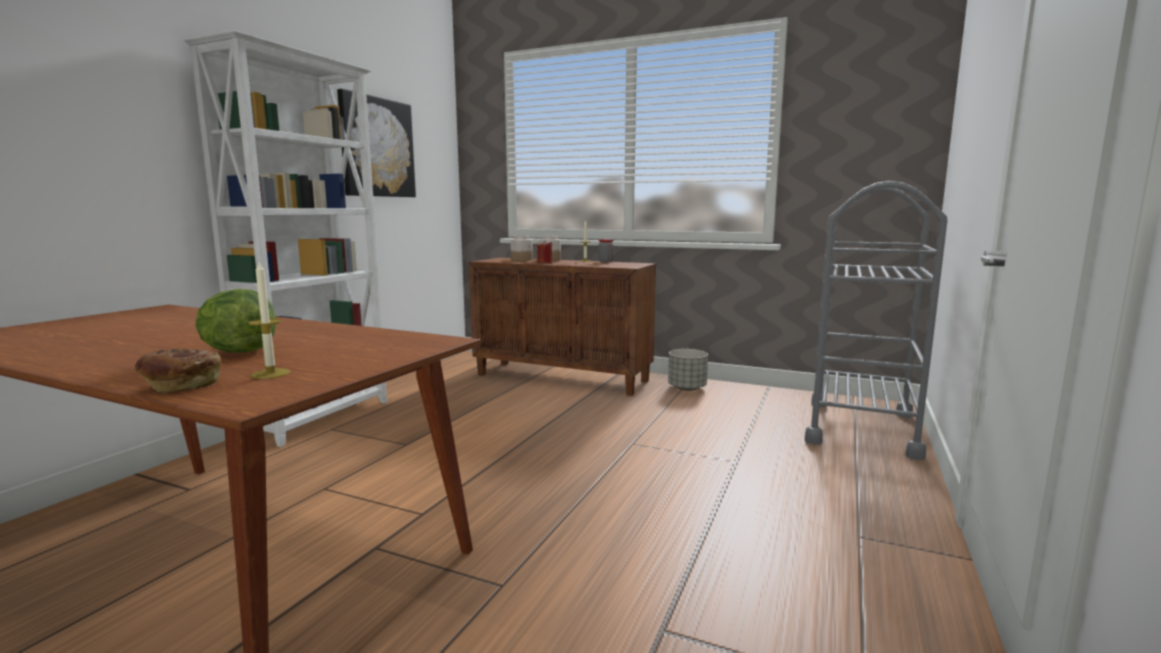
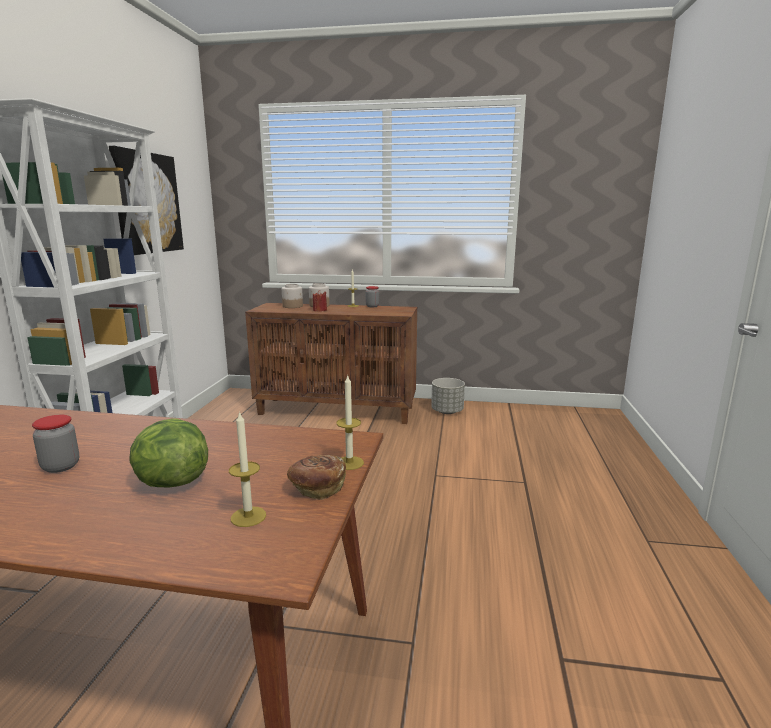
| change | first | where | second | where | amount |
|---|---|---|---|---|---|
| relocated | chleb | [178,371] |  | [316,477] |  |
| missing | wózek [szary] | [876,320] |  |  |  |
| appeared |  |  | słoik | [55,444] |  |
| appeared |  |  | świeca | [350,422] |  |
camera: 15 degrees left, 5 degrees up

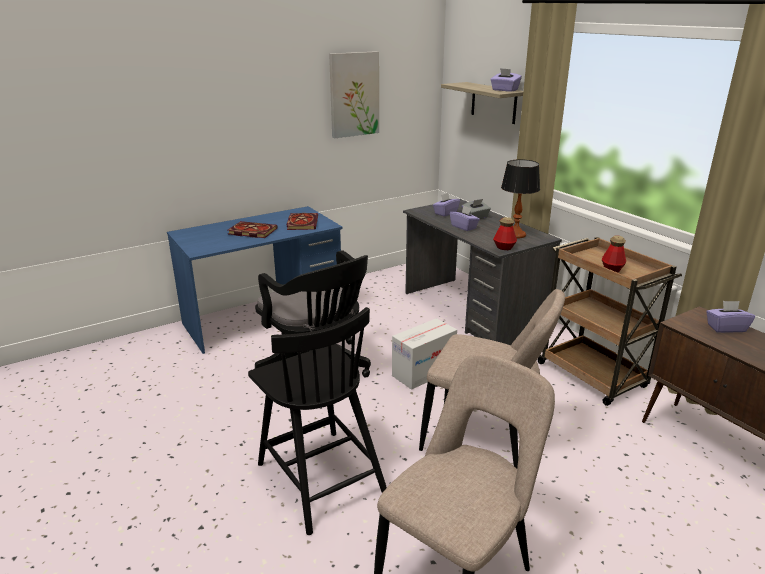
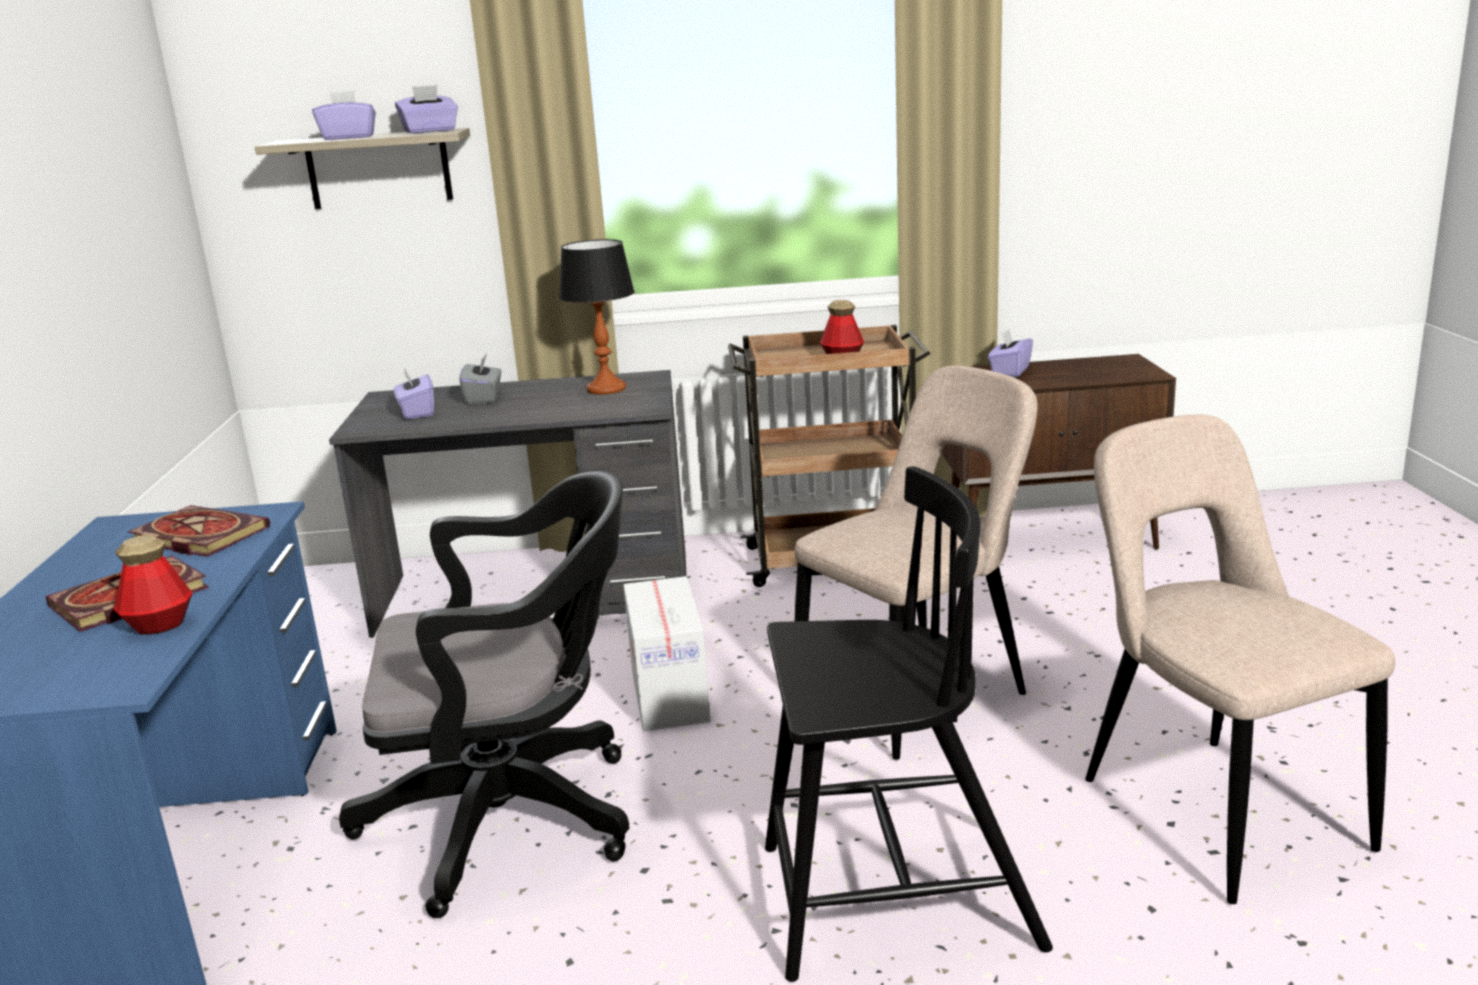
| change | first | where | second | where | amount |
|---|---|---|---|---|---|
| missing | obraz | [354,95] |  |  |  |
| relocated | pudełko chusteczek [fioletowy] | [465,218] |  | [344,115] |  |
| relocated | butelka | [505,233] |  | [153,585] |  |
camera: 60 degrees left, 5 degrees down

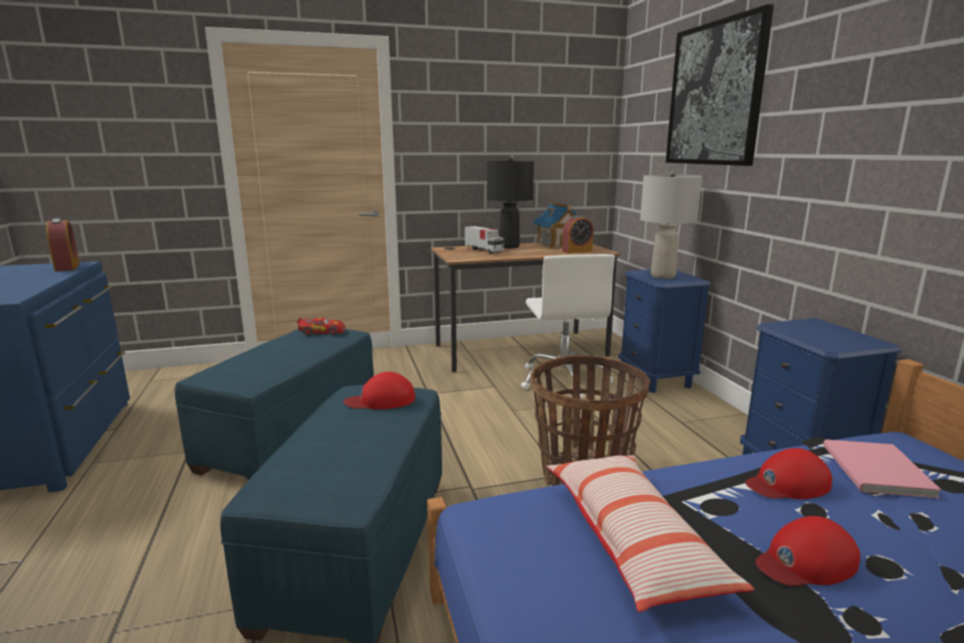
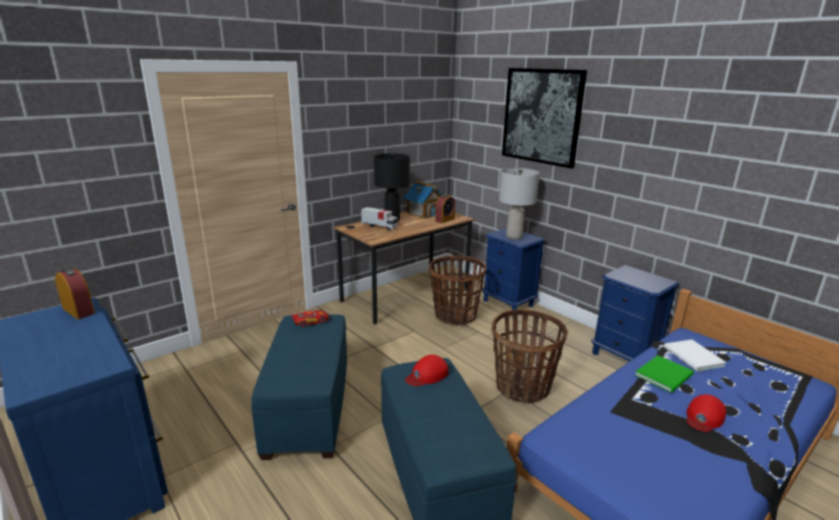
| change | first | where | second | where | amount |
|---|---|---|---|---|---|
| exchanged | krzesło biurowe [biały] | [568,326] | koszyk | [457,290] |  |
| missing | poduszka | [650,533] |  |  |  |
| exchanged | czapka z daszkiem [czerwony] | [788,473] | książka [zielony] | [664,374] |  |
| colour | książka [różowy] | [882,468] | książka [biały] | [694,355] |  |
camera: 25 degrees left, 5 degrees up

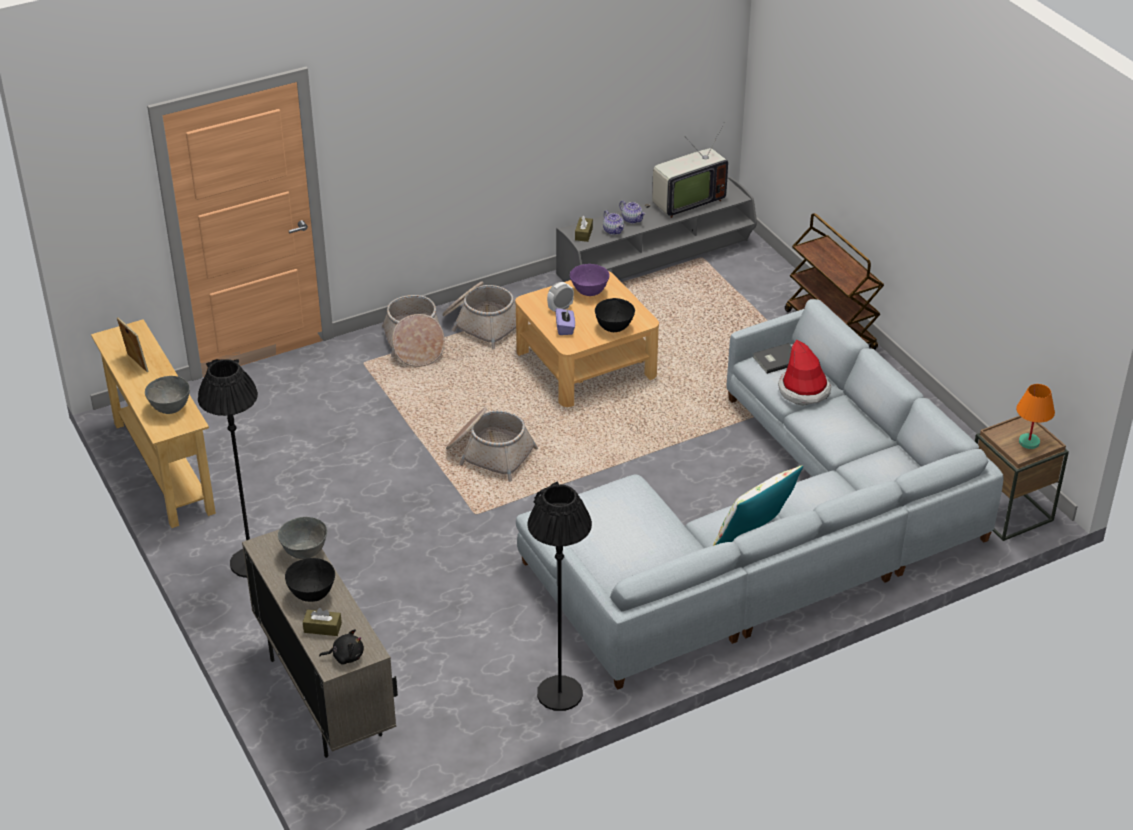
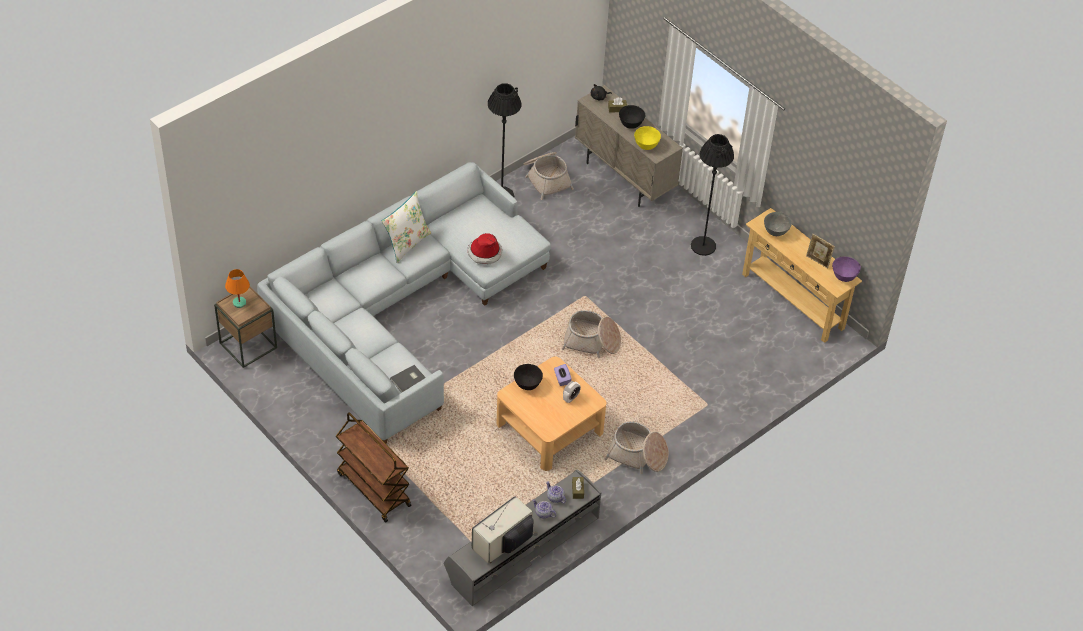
| change | first | where | second | where | amount |
|---|---|---|---|---|---|
| colour | miska [szary] | [302,538] | miska [żółty] | [647,138] |  |
| relocated | koszyk | [413,331] |  | [549,176] |  |
| relocated | miska [fioletowy] | [590,280] |  | [846,269] |  |
| relocated | kapelusz | [804,373] |  | [485,248] |  |
camera: 165 degrees right, 10 degrees up

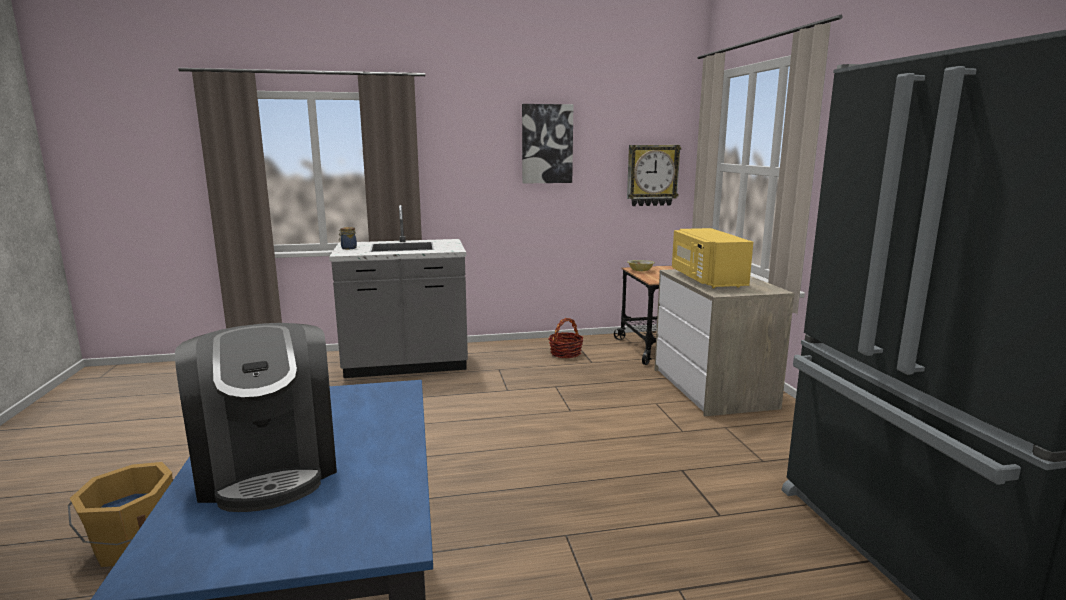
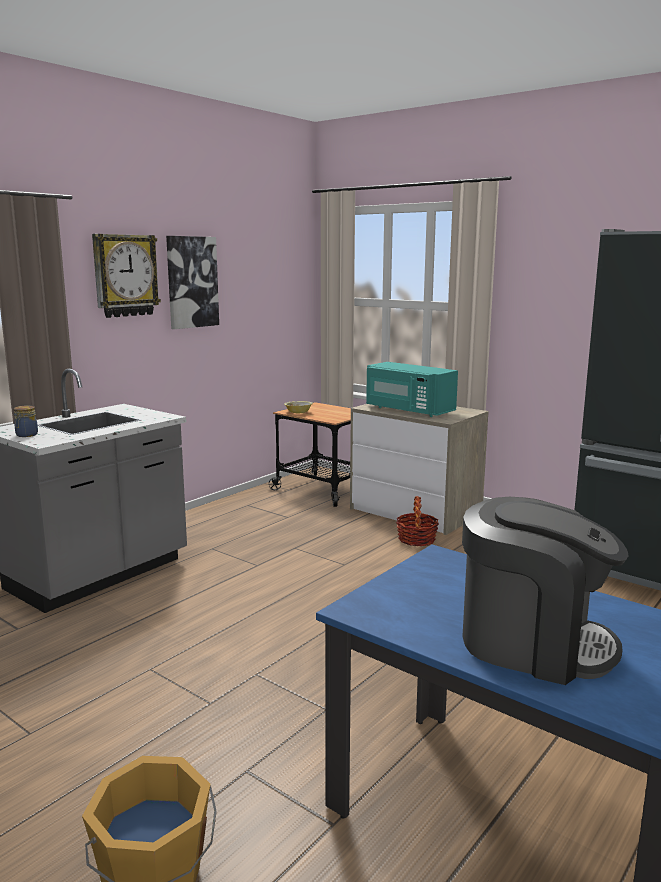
| change | first | where | second | where | amount |
|---|---|---|---|---|---|
| relocated | koszyk | [566,338] |  | [417,521] |  |
| relocated | zegar ścienny | [654,175] |  | [126,276] |  |
| colour | mikrofalówka [żółty] | [712,258] | mikrofalówka [turkusowy] | [412,389] |  |
camera: 40 degrees left, 0 degrees up

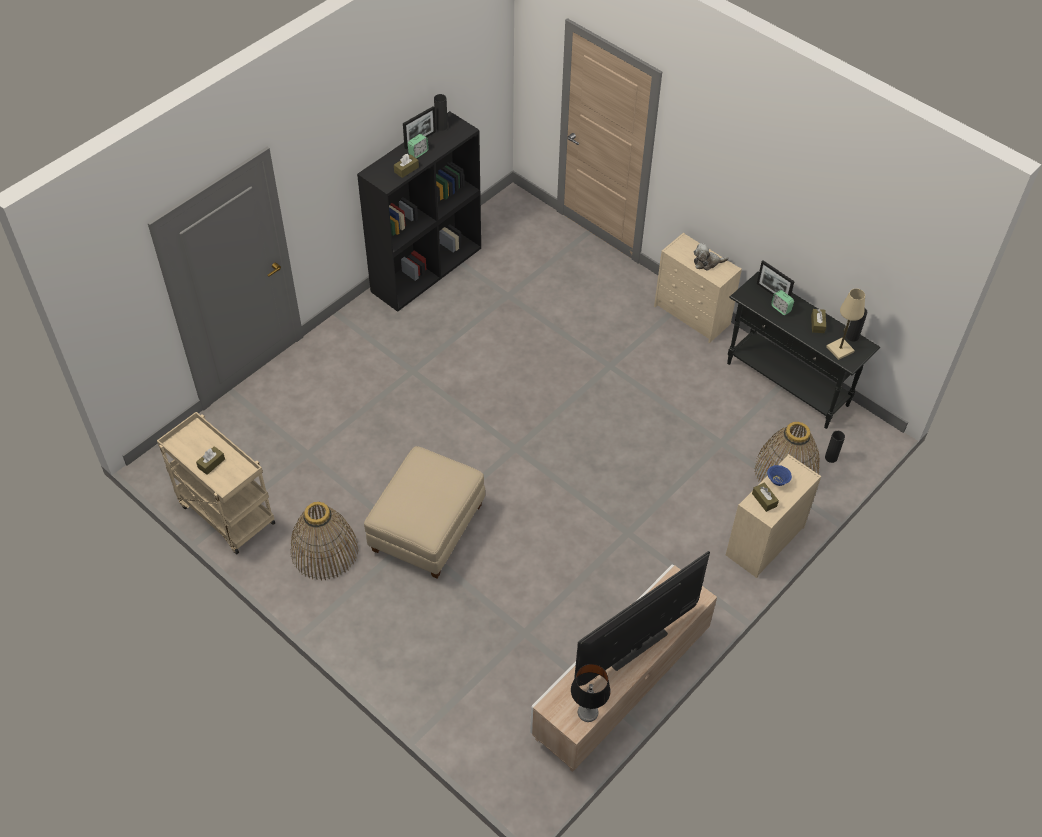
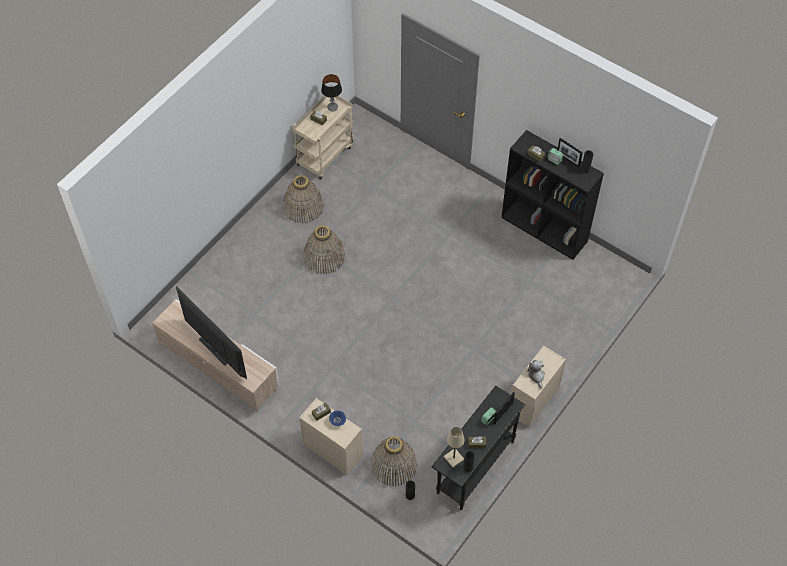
| change | first | where | second | where | amount |
|---|---|---|---|---|---|
| exchanged | pufa [beżowy] | [425,512] | koszyk | [324,249] |  |
| relocated | lampa stołowa | [591,693] |  | [331,92] |  |
camera: 85 degrees right, 5 degrees up

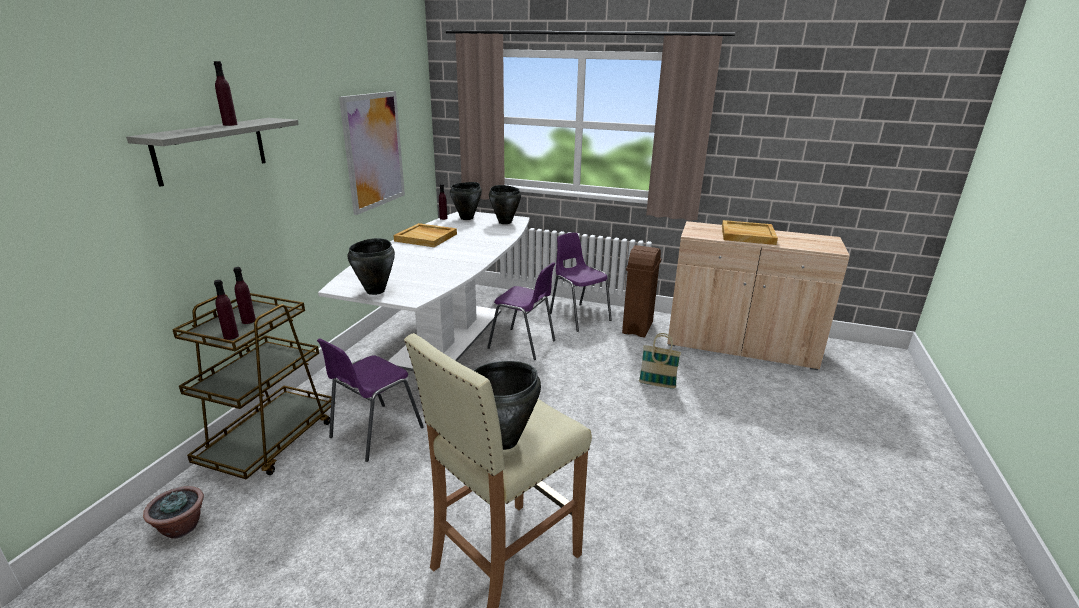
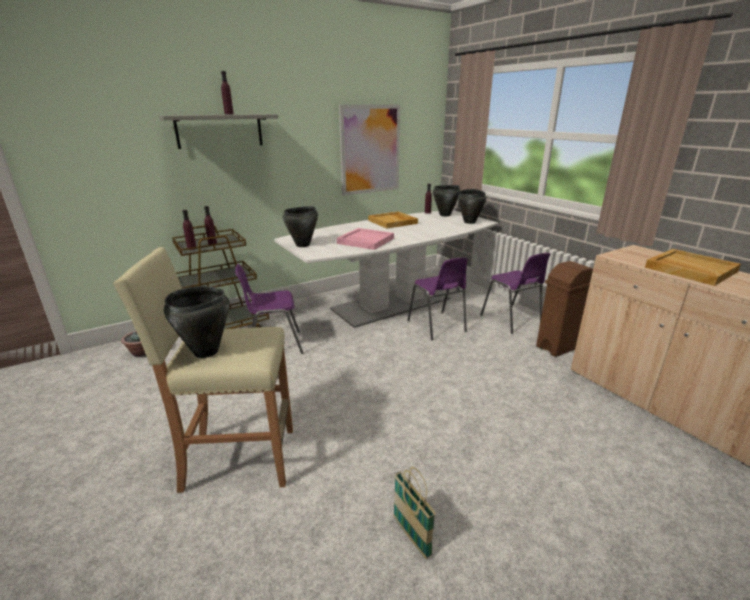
| change | first | where | second | where | amount |
|---|---|---|---|---|---|
| spun | krzesło [fioletowy] | [581,282] |  | [515,293] | 150 degrees clockwise |
| relocated | koszyk | [660,361] |  | [414,513] |  |
| appeared |  |  | taca [różowy] | [365,239] |  |
camera: 40 degrees right, 0 degrees up

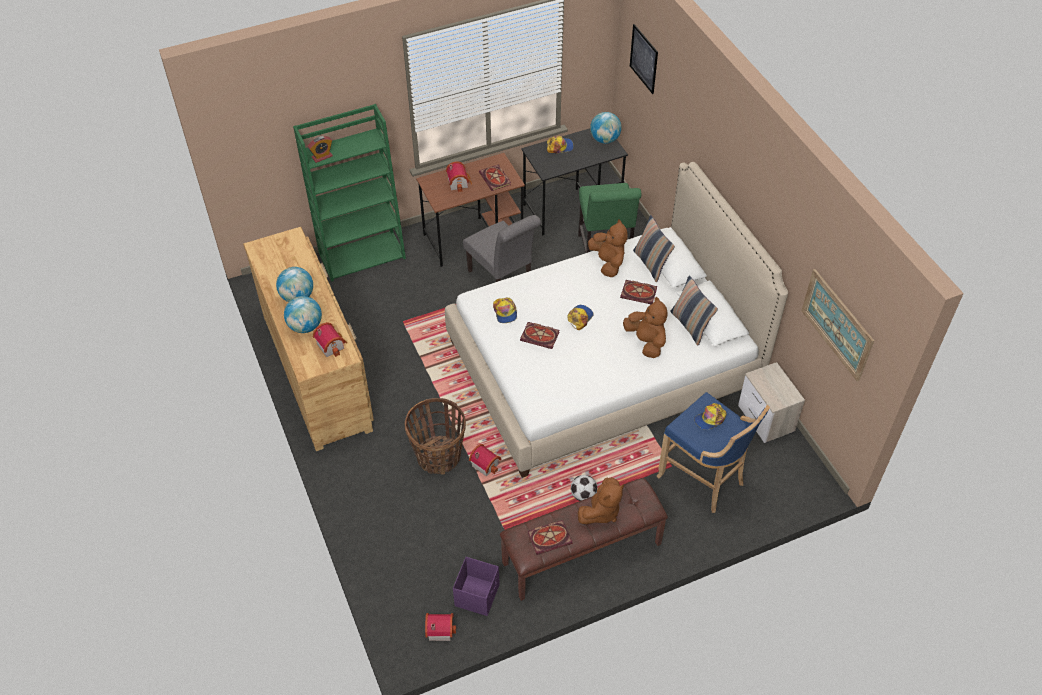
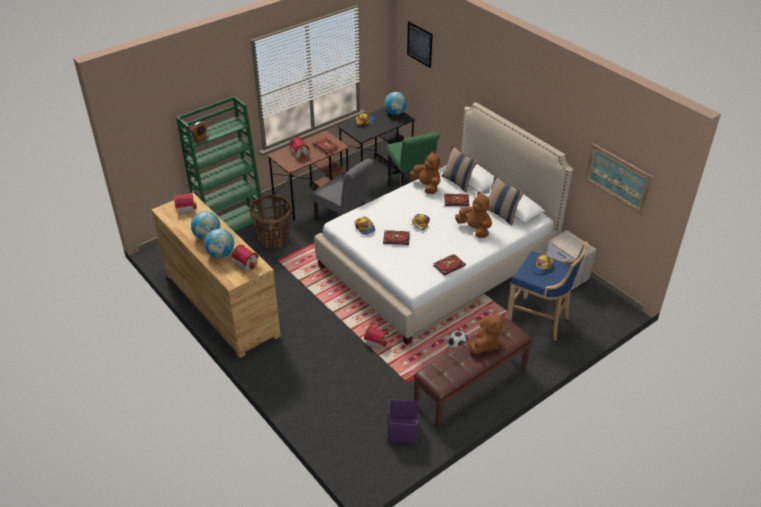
| change | first | where | second | where | amount |
|---|---|---|---|---|---|
| relocated | koszyk | [435,436] |  | [270,222] |  |
| relocated | domek | [440,627] |  | [185,203] |  |
| relocated | książka | [550,537] |  | [449,265] |  |
camera: 15 degrees left, 10 degrees down

